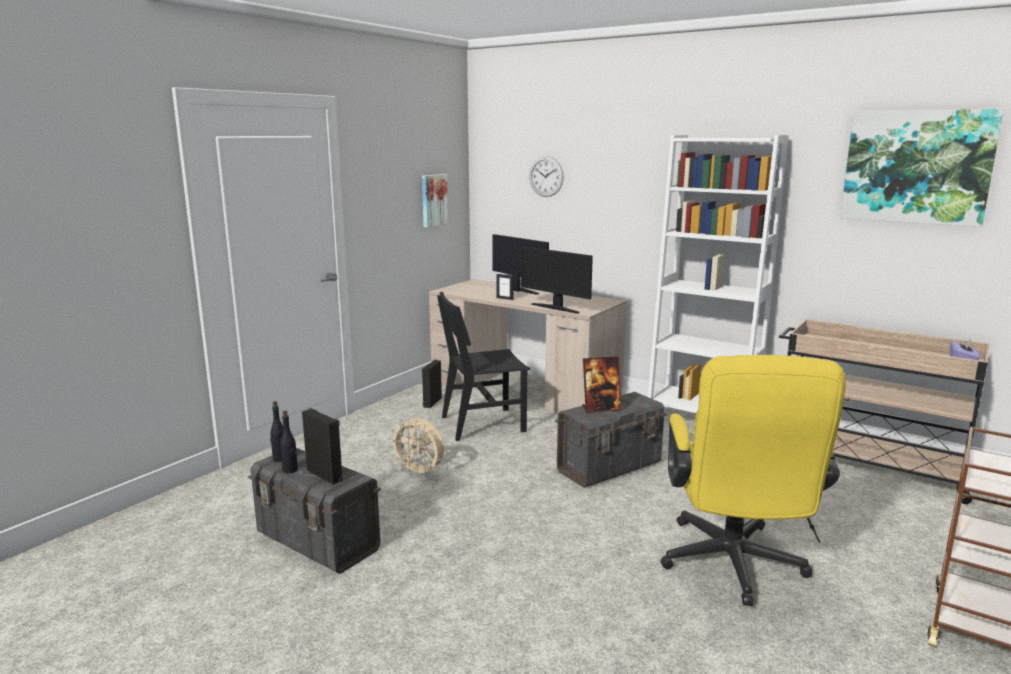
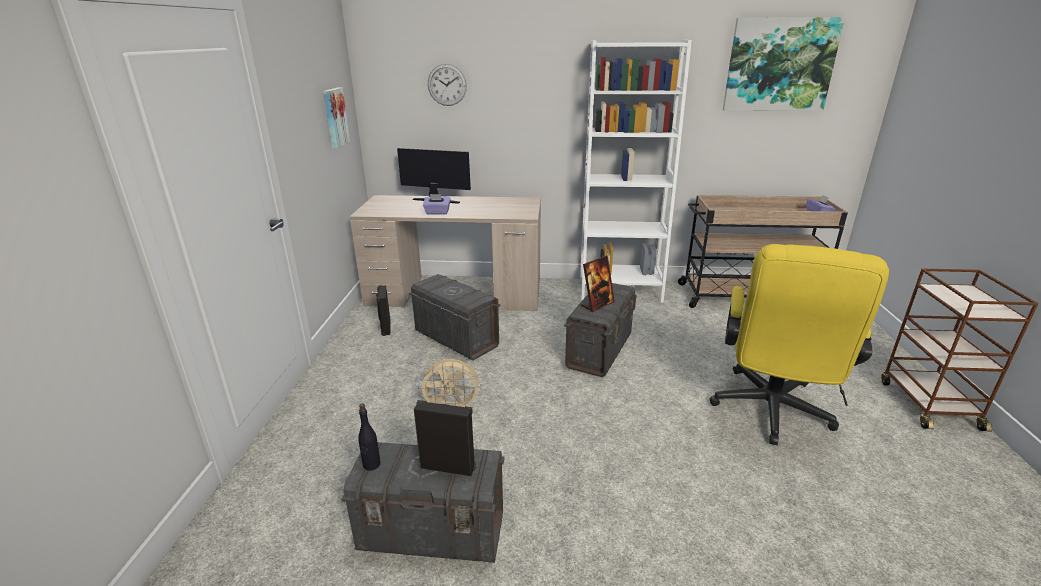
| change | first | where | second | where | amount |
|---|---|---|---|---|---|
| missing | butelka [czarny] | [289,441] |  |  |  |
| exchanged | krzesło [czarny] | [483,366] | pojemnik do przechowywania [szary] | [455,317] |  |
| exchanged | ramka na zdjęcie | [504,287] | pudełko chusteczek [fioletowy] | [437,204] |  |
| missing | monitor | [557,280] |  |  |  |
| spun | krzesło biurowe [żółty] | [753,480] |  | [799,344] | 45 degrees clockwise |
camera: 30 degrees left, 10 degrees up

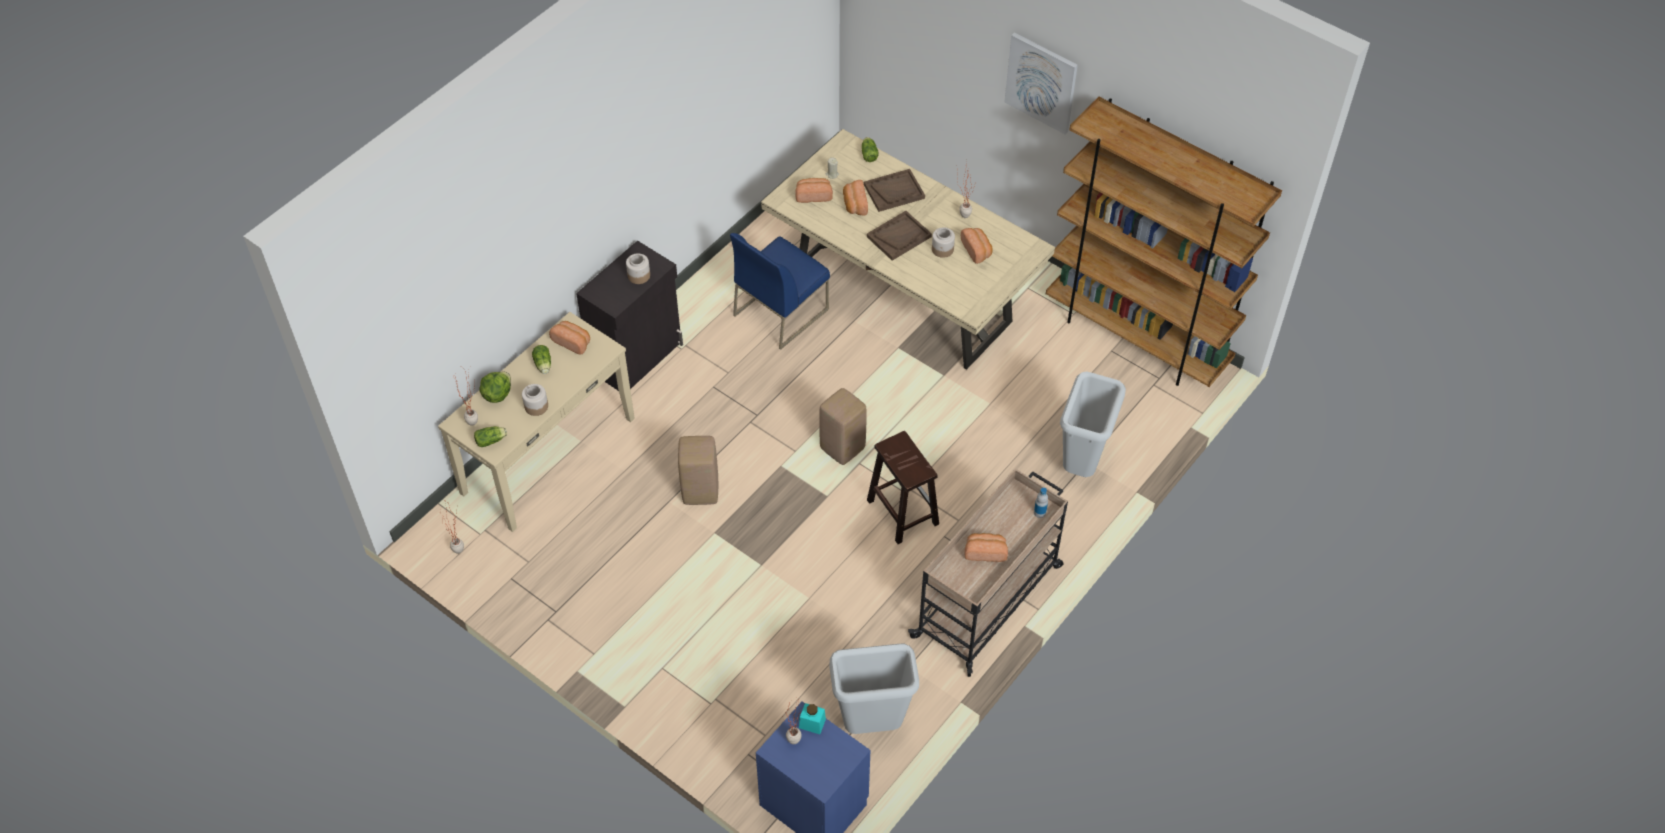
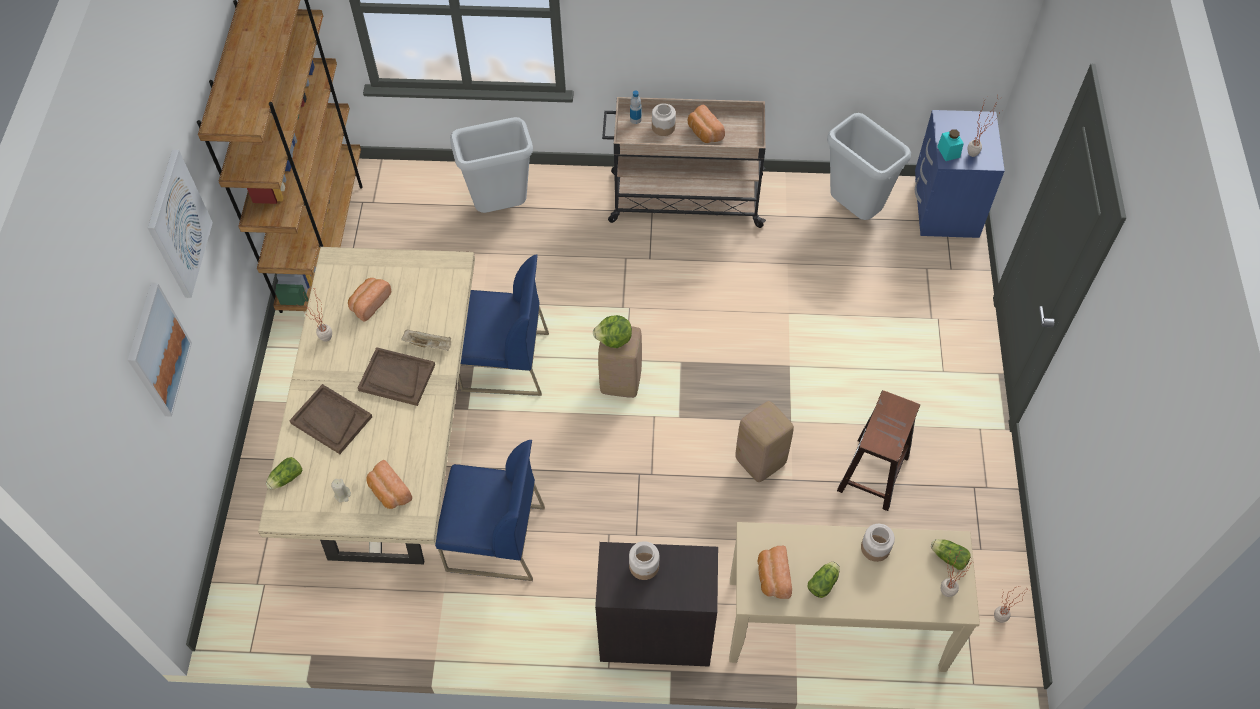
| change | first | where | second | where | amount |
|---|---|---|---|---|---|
| relocated | sałata | [495,387] |  | [612,331] |  |
| missing | chleb | [855,197] |  |  |  |
| relocated | stołek [brązowy] | [903,487] |  | [878,450] |  |
| relocated | słoik | [943,242] |  | [664,120] |  |
| appeared |  |  | obraz | [160,350] |  |
| appeared |  |  | taca [beżowy] | [426,340] |  |
| appeared |  |  | krzesło [niebieski] | [503,325] |  |
camera: 125 degrees left, 5 degrees up

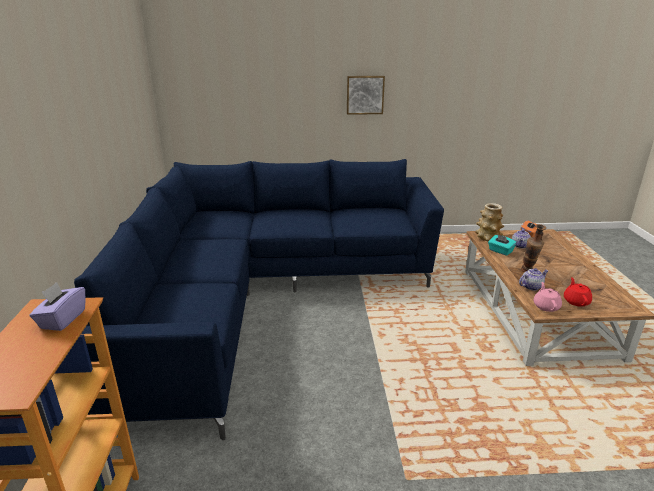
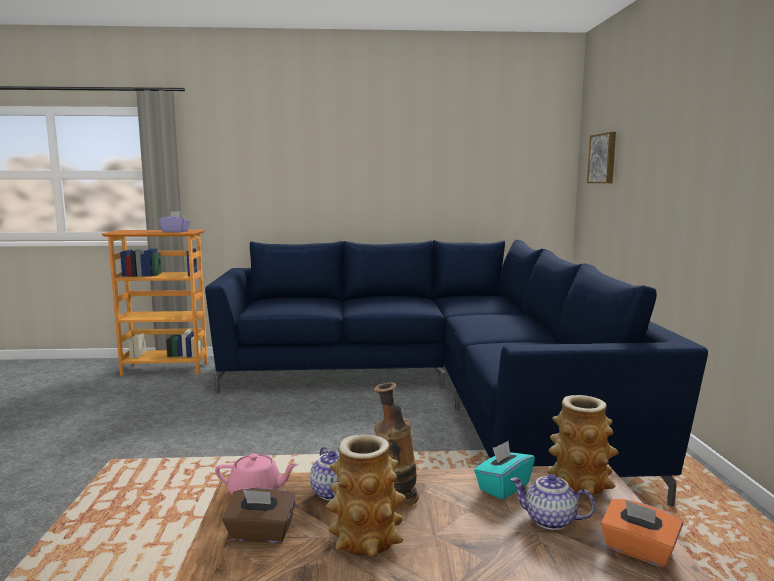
| change | first | where | second | where | amount |
|---|---|---|---|---|---|
| relocated | obraz | [366,95] |  | [601,157] |  |
| exchanged | imbryk [czerwony] | [578,292] | pudełko chusteczek [brązowy] | [259,515] |  |
| appeared |  |  | wazon | [365,496] |  |
camera: 90 degrees right, 15 degrees down

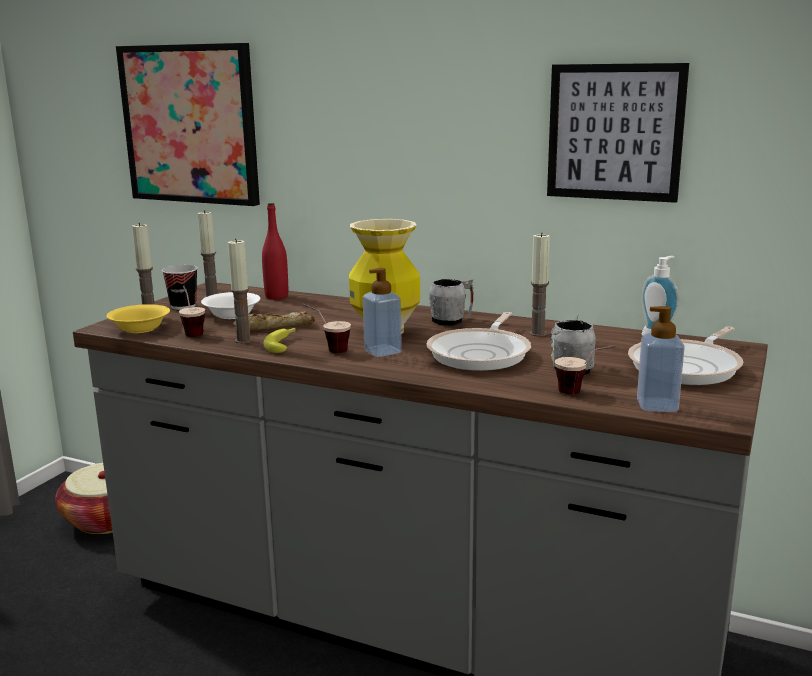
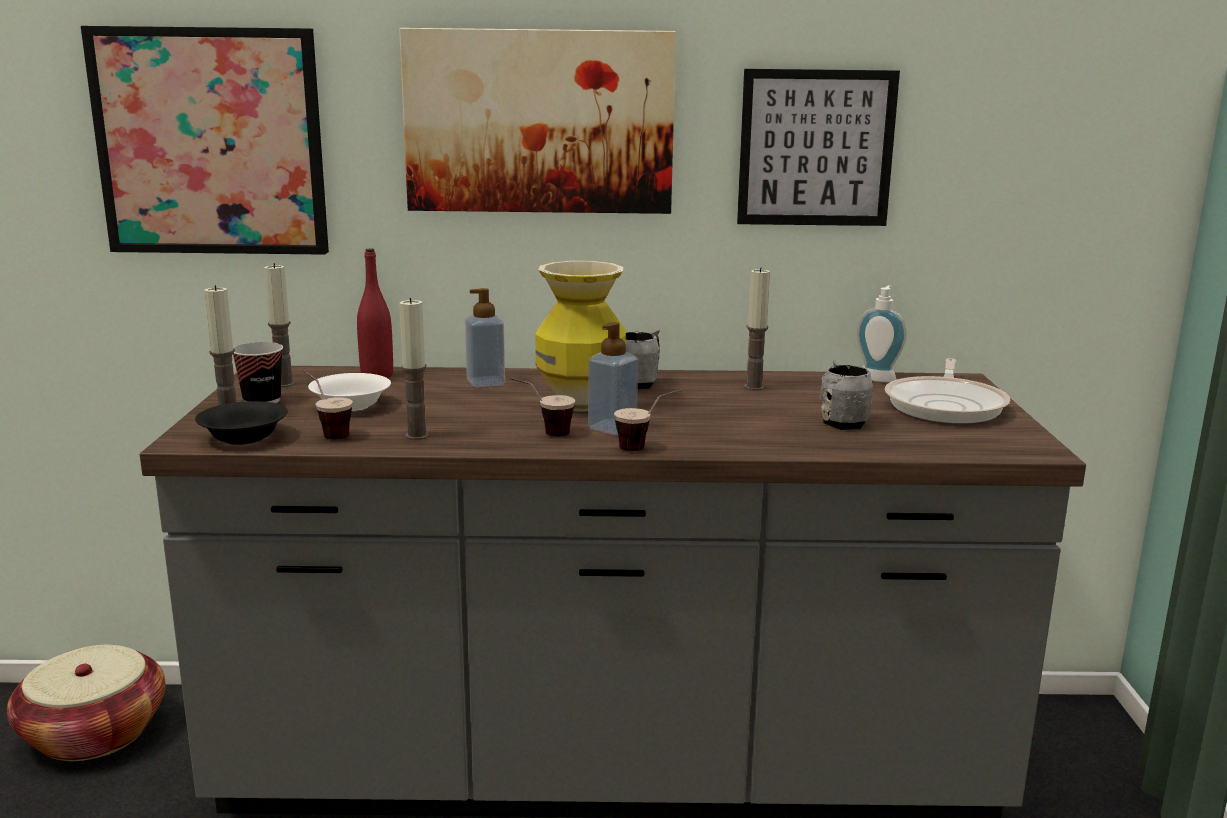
| change | first | where | second | where | amount |
|---|---|---|---|---|---|
| colour | miska [żółty] | [138,318] | miska [czarny] | [241,423] |  |
| missing | chleb | [274,321] |  |  |  |
| missing | banan | [279,340] |  |  |  |
| missing | patelnia | [478,341] |  |  |  |
| relocated | filiżanka | [585,370] |  | [648,420] |  |
| relocated | dozownik mydła | [661,359] |  | [485,337] |  |
| appeared |  |  | obraz | [537,121] |  |
camera: 25 degrees left, 0 degrees up

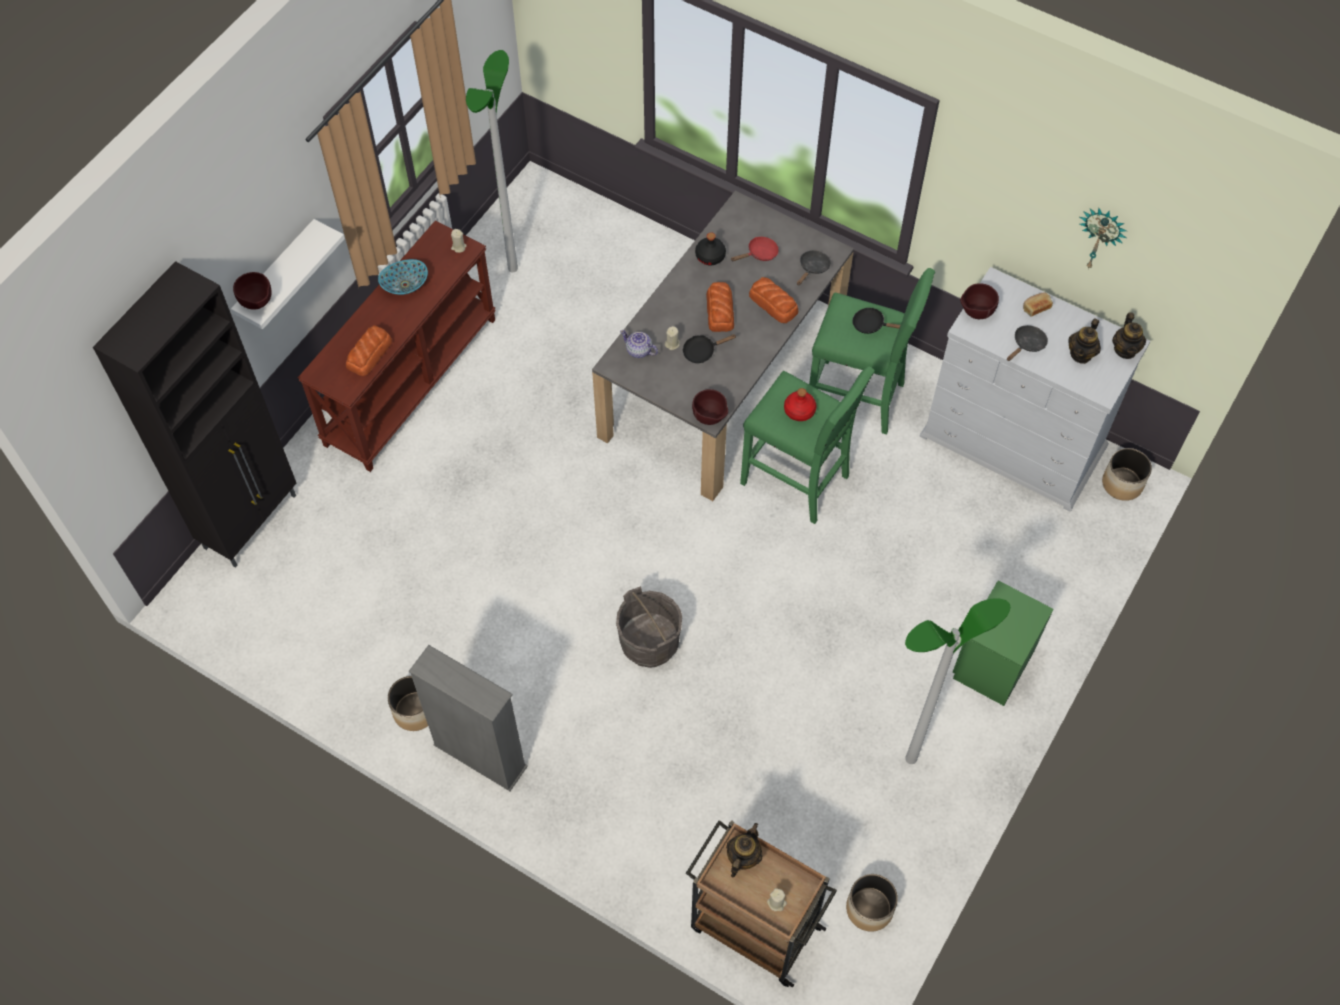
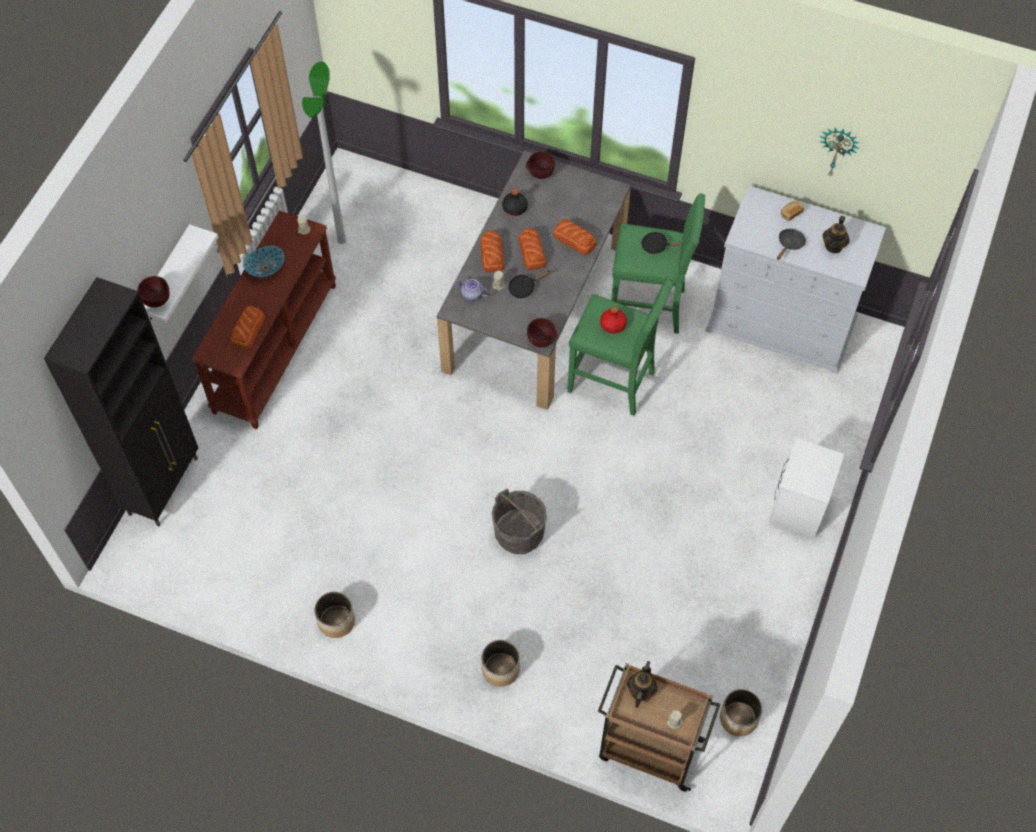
| change | first | where | second | where | amount |
|---|---|---|---|---|---|
| missing | regał [szary] | [468,718] |  |  |  |
| missing | patelnia [czerwony] | [755,249] |  |  |  |
| missing | patelnia [czarny] | [814,267] |  |  |  |
| missing | lampa stojąca | [957,681] |  |  |  |
| colour | szafka nocna [zielony] | [1003,643] | szafka nocna [biały] | [807,488] |  |
| relocated | miska [brązowy] | [979,301] |  | [540,165] |  |
| relocated | donica | [1127,474] |  | [501,663] |  |
| missing | imbryk | [1129,336] |  |  |  |
| appeared |  |  | chleb | [492,252] |  |
camera: 10 degrees left, 0 degrees up

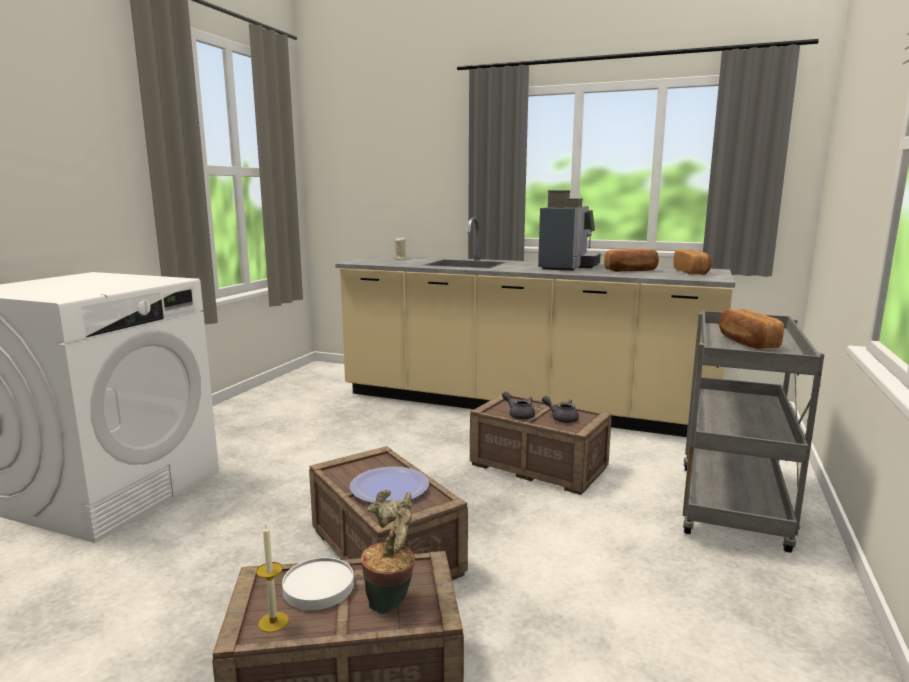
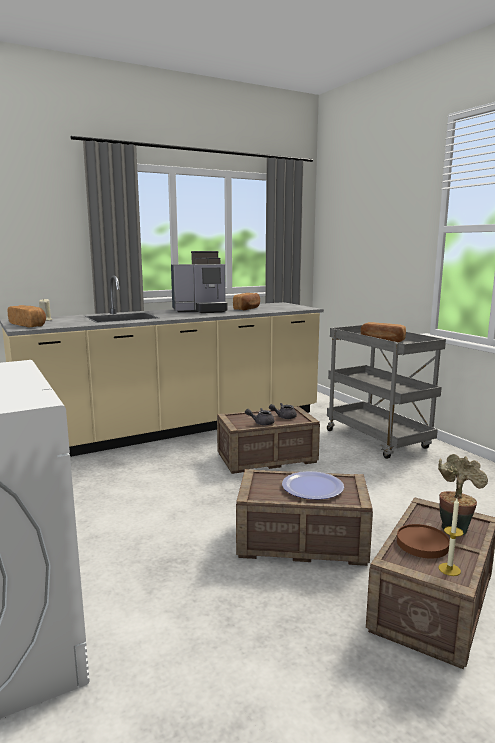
| change | first | where | second | where | amount |
|---|---|---|---|---|---|
| colour | talerz [biały] | [318,583] | talerz [brązowy] | [423,541] |  |
| spun | ekspres do kawy | [569,230] |  | [199,282] | 105 degrees clockwise |
| relocated | chleb | [692,262] |  | [27,316] |  |
camera: 50 degrees left, 0 degrees up

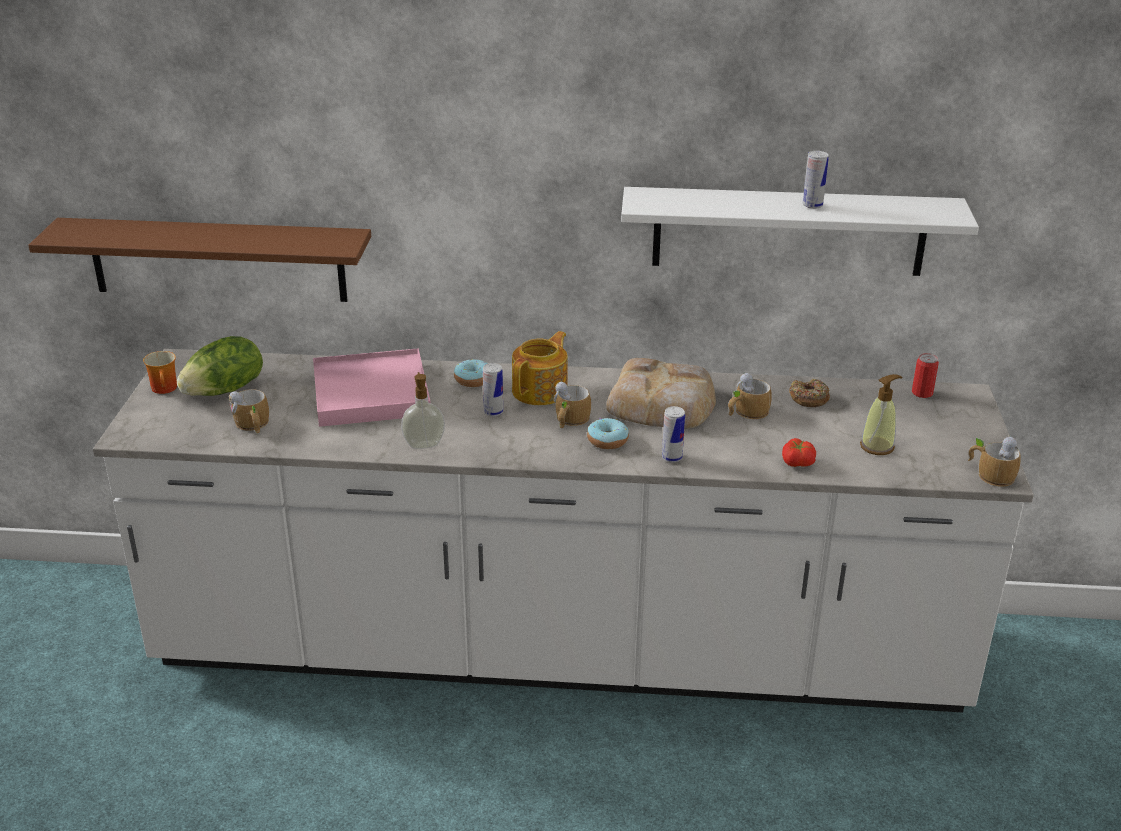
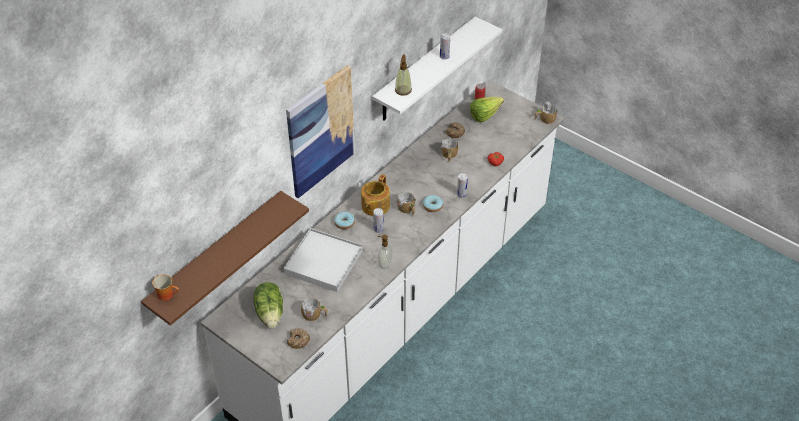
| change | first | where | second | where | amount |
|---|---|---|---|---|---|
| relocated | kubek | [160,372] |  | [165,287] |  |
| colour | taca [różowy] | [371,388] | taca [biały] | [323,260] |  |
| spun | imbryk | [540,368] |  | [375,195] | 135 degrees counterclockwise |
| missing | chleb | [661,393] |  |  |  |
| relocated | dozownik mydła | [881,414] |  | [403,75] |  |
| appeared |  |  | obraz | [320,131] |  |
| appeared |  |  | donut | [298,338] |  |
| appeared |  |  | sałata | [487,109] |  |
camera: 55 degrees left, 15 degrees up

